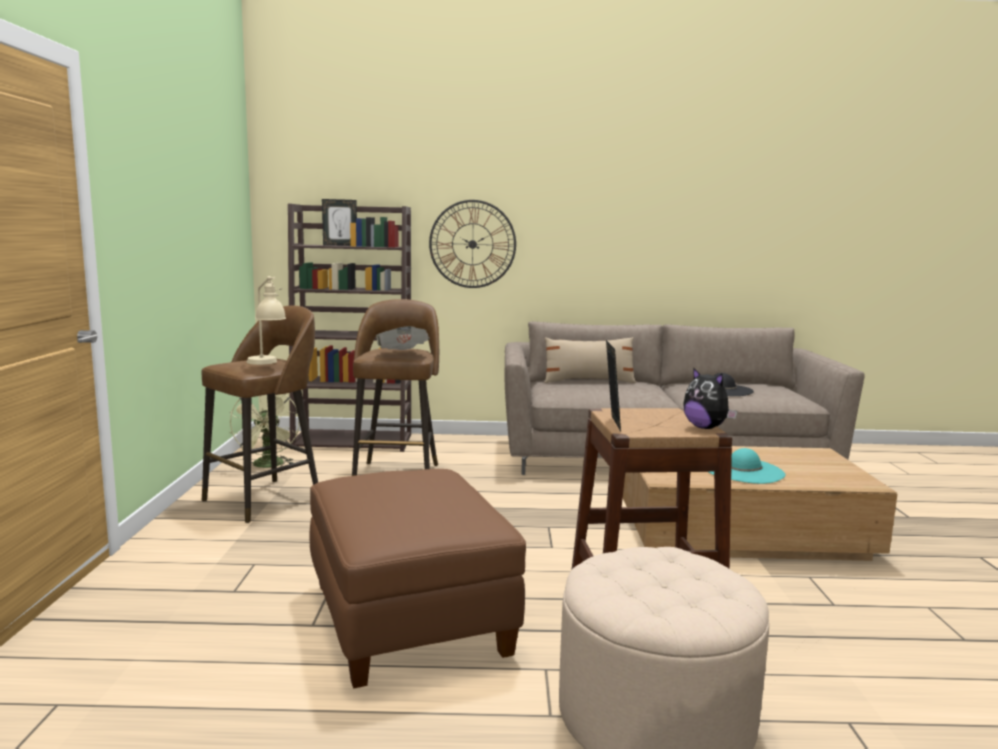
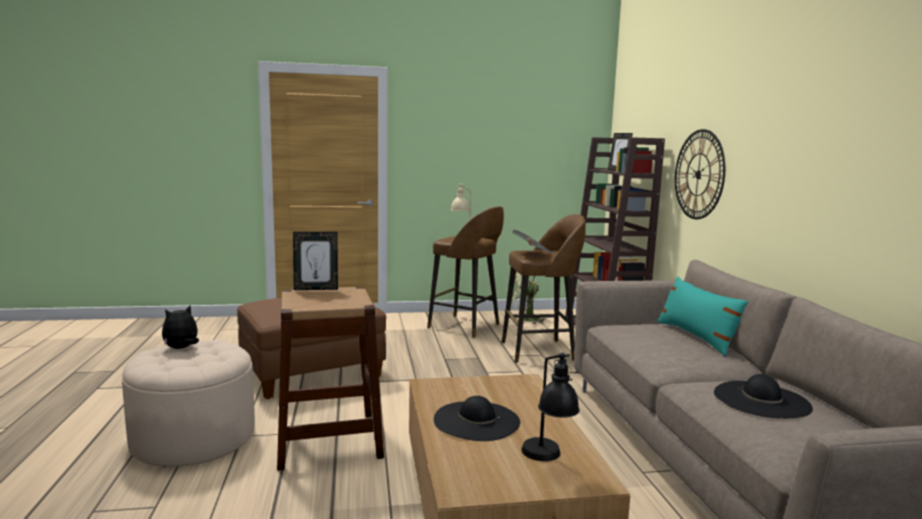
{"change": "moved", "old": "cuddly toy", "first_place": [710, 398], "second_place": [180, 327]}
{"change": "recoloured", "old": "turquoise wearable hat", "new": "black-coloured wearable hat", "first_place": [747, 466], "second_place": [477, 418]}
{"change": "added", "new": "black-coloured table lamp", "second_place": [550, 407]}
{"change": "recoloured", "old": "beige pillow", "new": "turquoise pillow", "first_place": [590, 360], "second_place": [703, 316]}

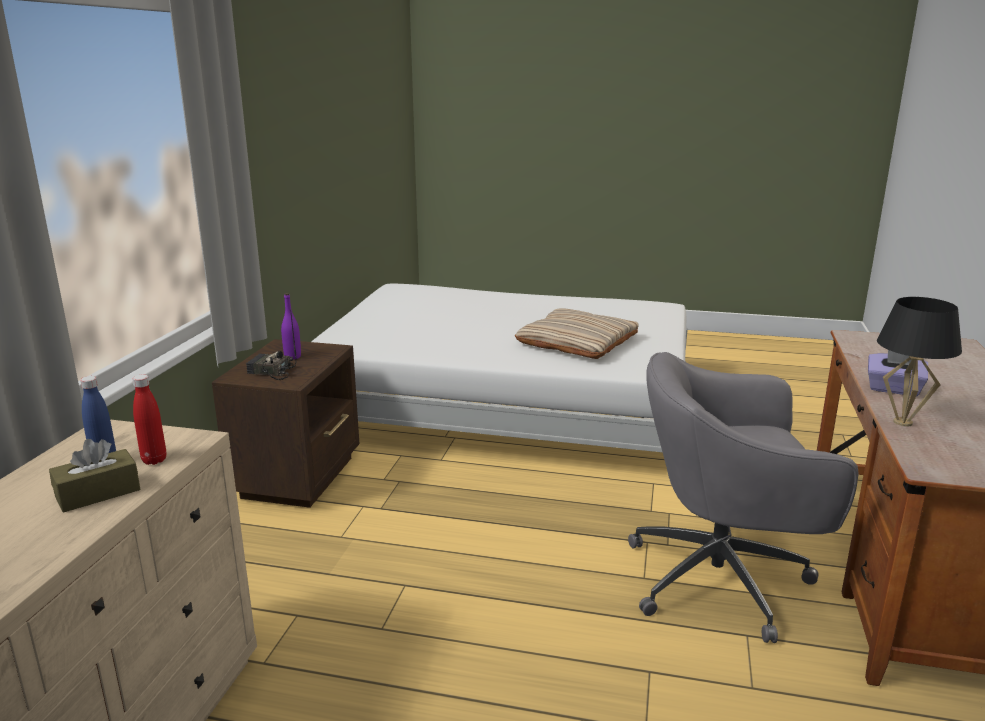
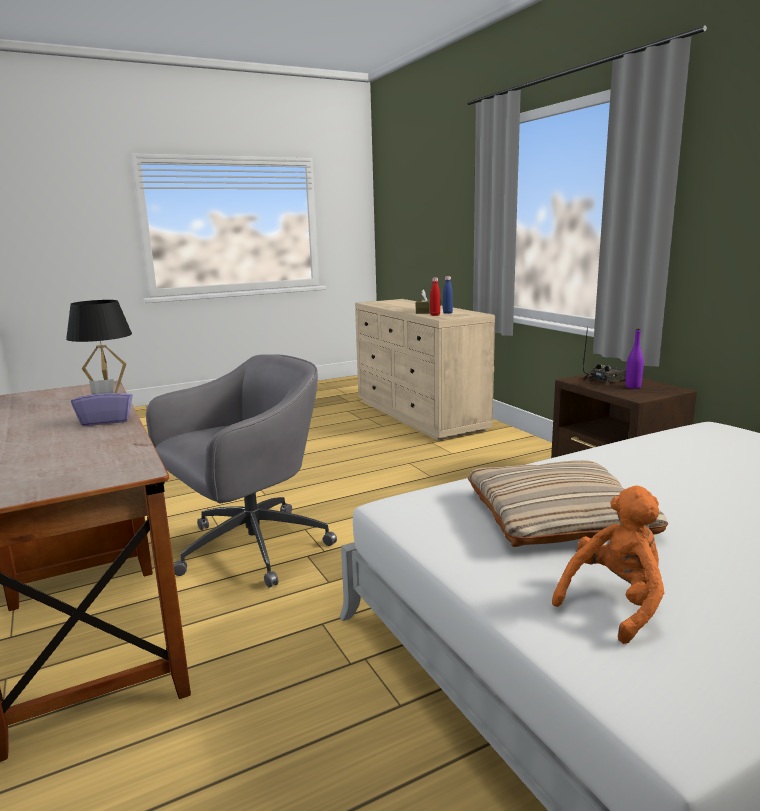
{"change": "added", "new": "orangey cuddly toy", "second_place": [608, 565]}

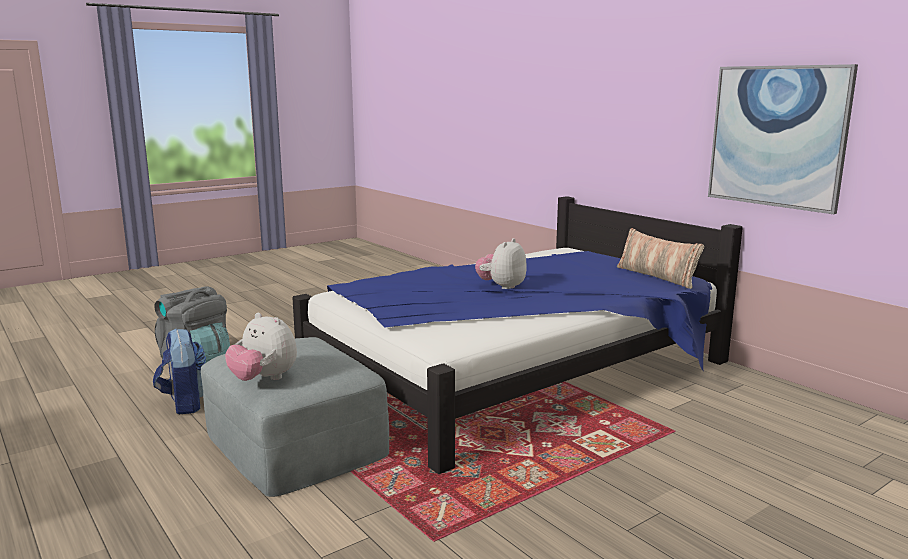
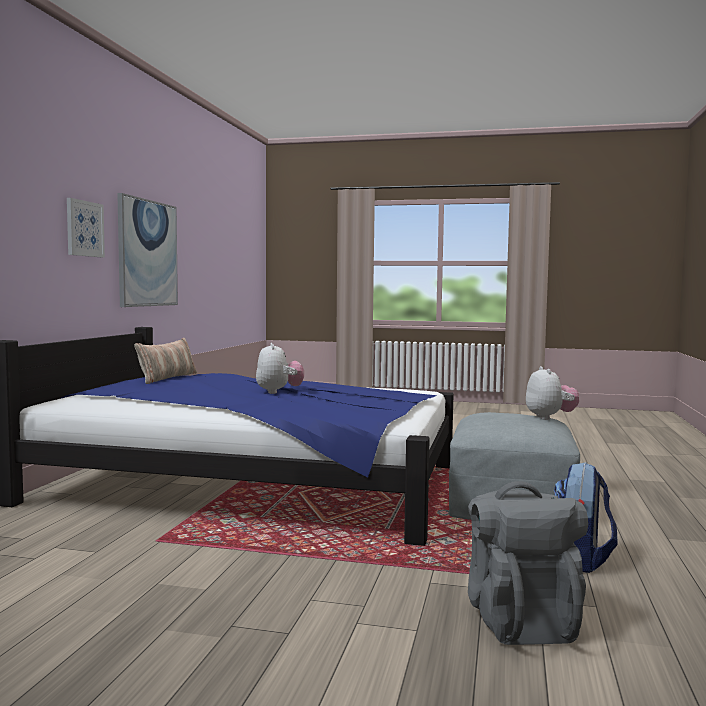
{"change": "added", "new": "wall art", "second_place": [86, 227]}
{"change": "turned", "old": "cuddly toy", "first_place": [501, 263], "second_place": [280, 368], "degrees": -90}

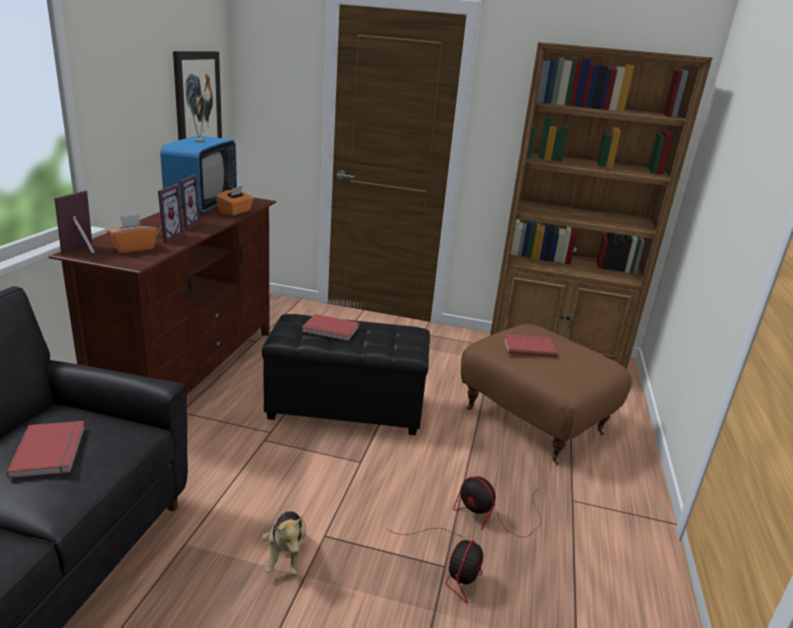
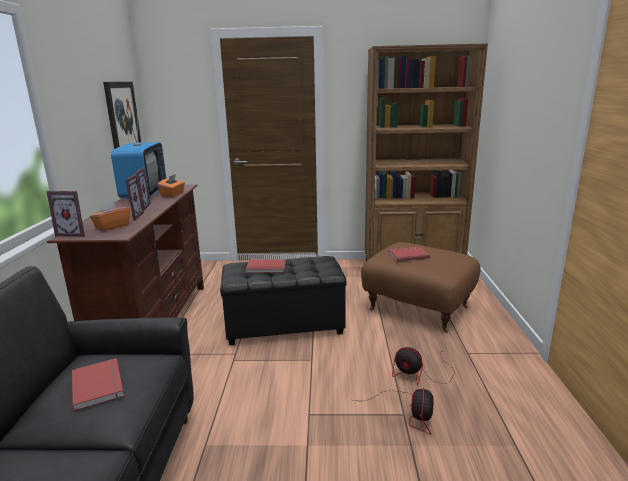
{"change": "turned", "old": "standing frame", "first_place": [74, 223], "second_place": [65, 214], "degrees": -90}
{"change": "removed", "old": "cuddly toy", "first_place": [284, 543]}

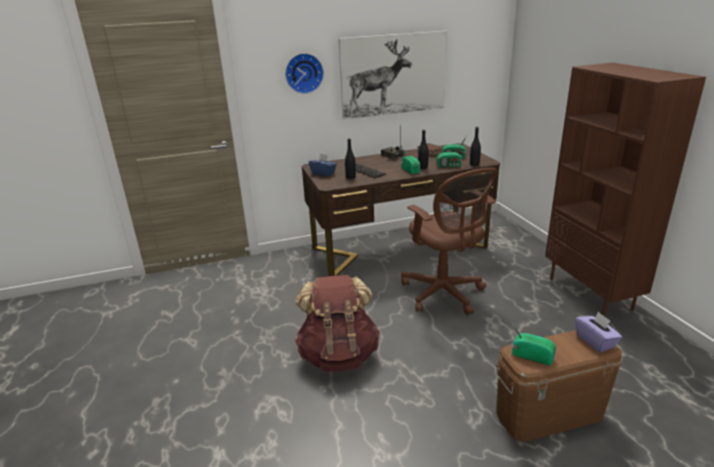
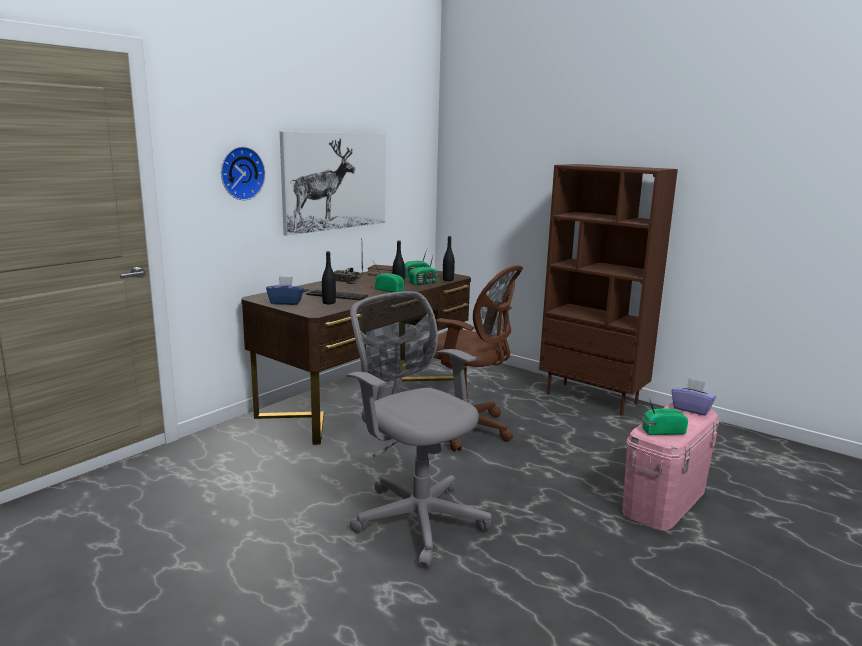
{"change": "replaced", "old": "brown-coloured knapsack", "new": "grey office chair", "first_place": [337, 323], "second_place": [419, 429]}
{"change": "recoloured", "old": "brown-coloured storage bin", "new": "pink storage bin", "first_place": [559, 386], "second_place": [670, 466]}

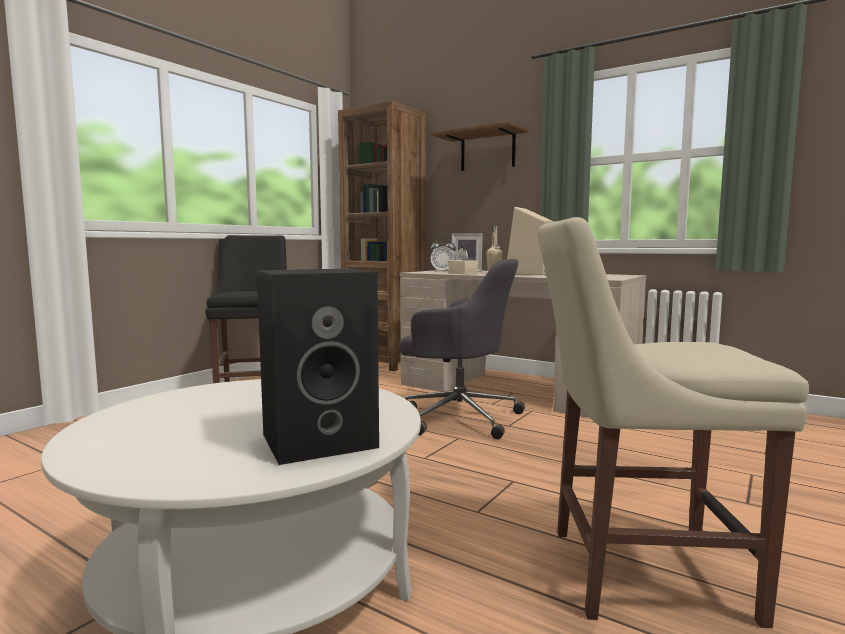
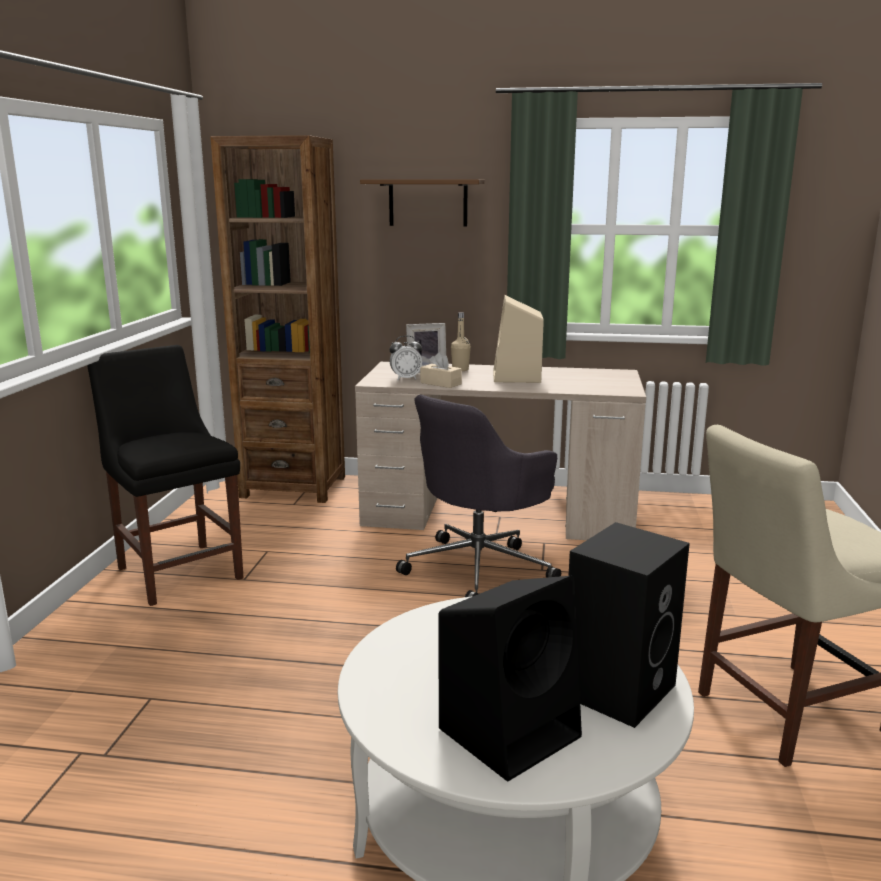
{"change": "turned", "old": "grey office chair", "first_place": [462, 349], "second_place": [478, 496], "degrees": 135}
{"change": "added", "new": "black-coloured loudspeaker", "second_place": [510, 678]}

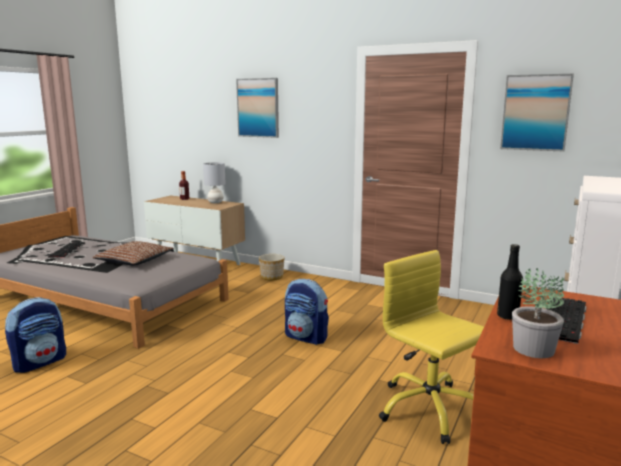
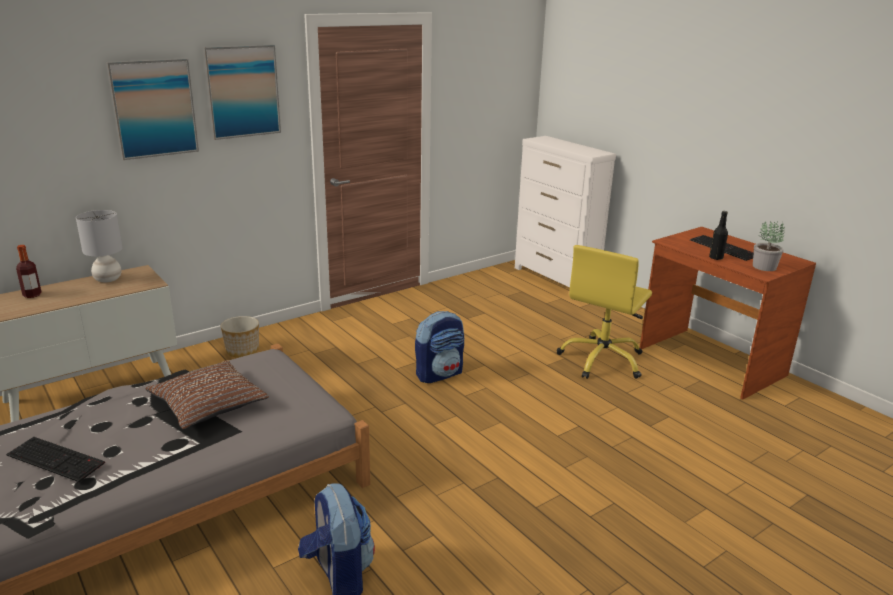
{"change": "moved", "old": "wall art", "first_place": [537, 113], "second_place": [242, 92]}
{"change": "turned", "old": "yellowish office chair", "first_place": [431, 347], "second_place": [604, 312], "degrees": -45}

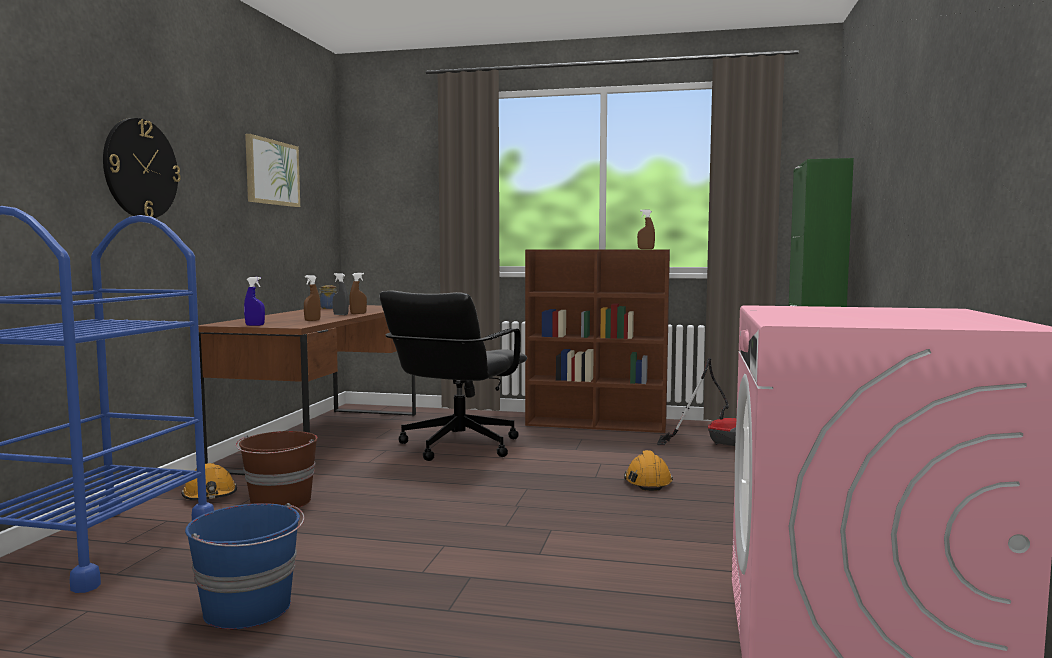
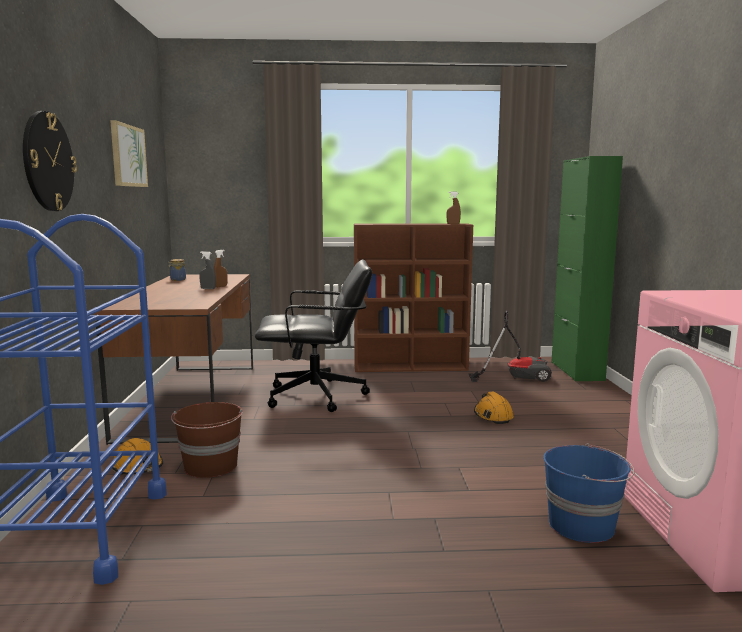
{"change": "turned", "old": "black-coloured office chair", "first_place": [453, 376], "second_place": [313, 336], "degrees": -105}
{"change": "moved", "old": "bluish water bucket", "first_place": [244, 566], "second_place": [588, 493]}
{"change": "removed", "old": "bluish sprayer", "first_place": [254, 301]}
{"change": "removed", "old": "brown-coloured sprayer", "first_place": [312, 298]}

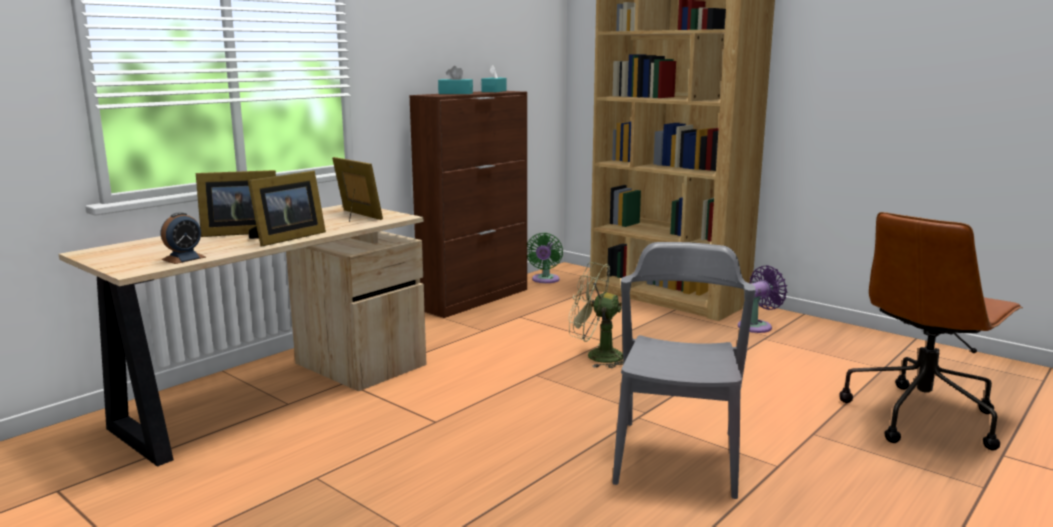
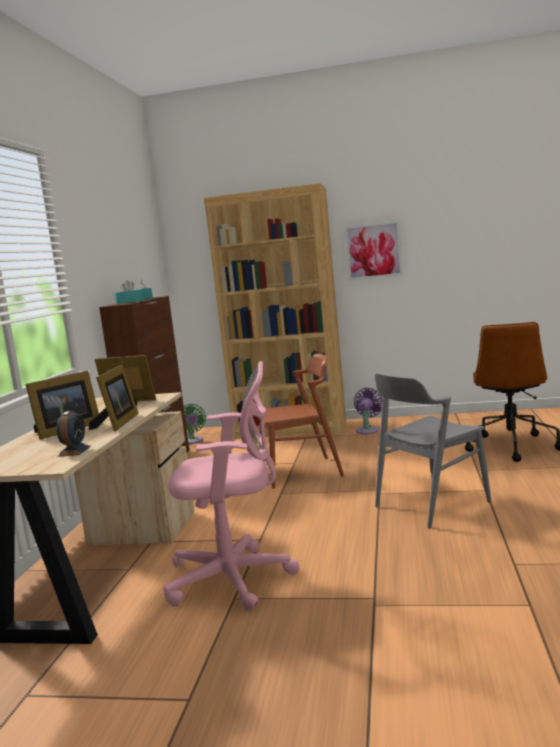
{"change": "added", "new": "pink office chair", "second_place": [231, 485]}
{"change": "replaced", "old": "green-coloured cooling fan", "new": "brown-coloured upright chair", "first_place": [596, 315], "second_place": [301, 420]}
{"change": "added", "new": "wall art", "second_place": [374, 251]}
{"change": "turned", "old": "grey upright chair", "first_place": [684, 370], "second_place": [433, 451], "degrees": -105}

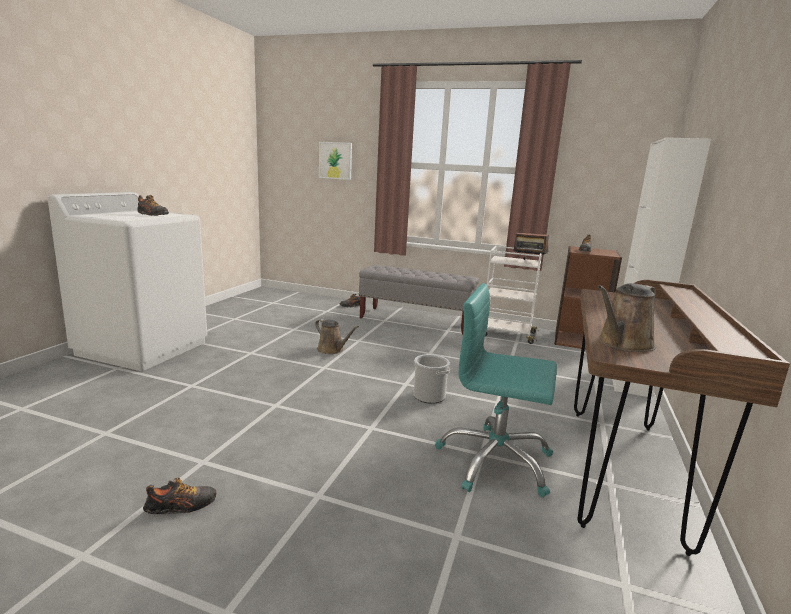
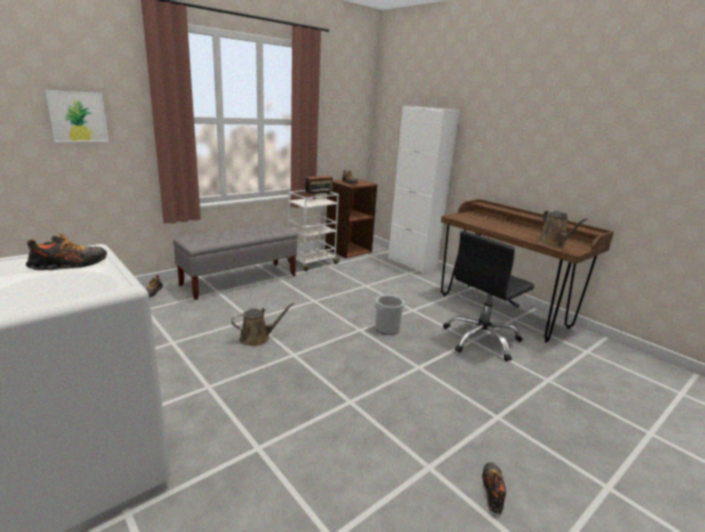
{"change": "recoloured", "old": "turquoise office chair", "new": "black-coloured office chair", "first_place": [496, 390], "second_place": [488, 296]}

